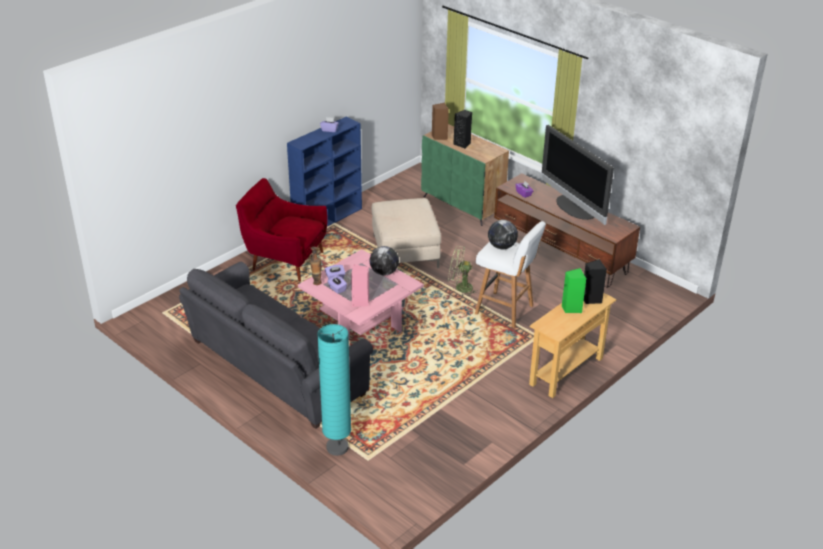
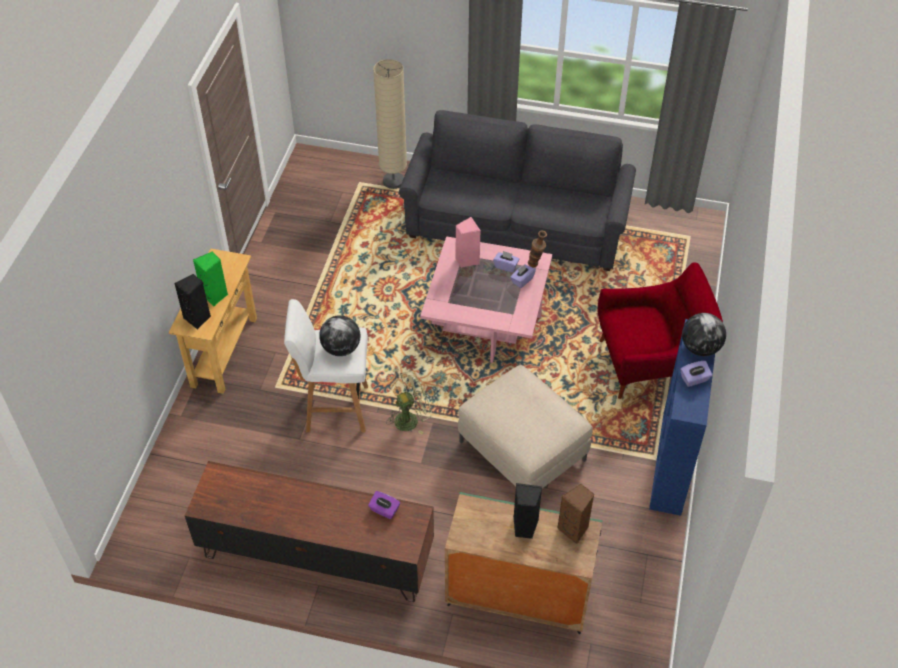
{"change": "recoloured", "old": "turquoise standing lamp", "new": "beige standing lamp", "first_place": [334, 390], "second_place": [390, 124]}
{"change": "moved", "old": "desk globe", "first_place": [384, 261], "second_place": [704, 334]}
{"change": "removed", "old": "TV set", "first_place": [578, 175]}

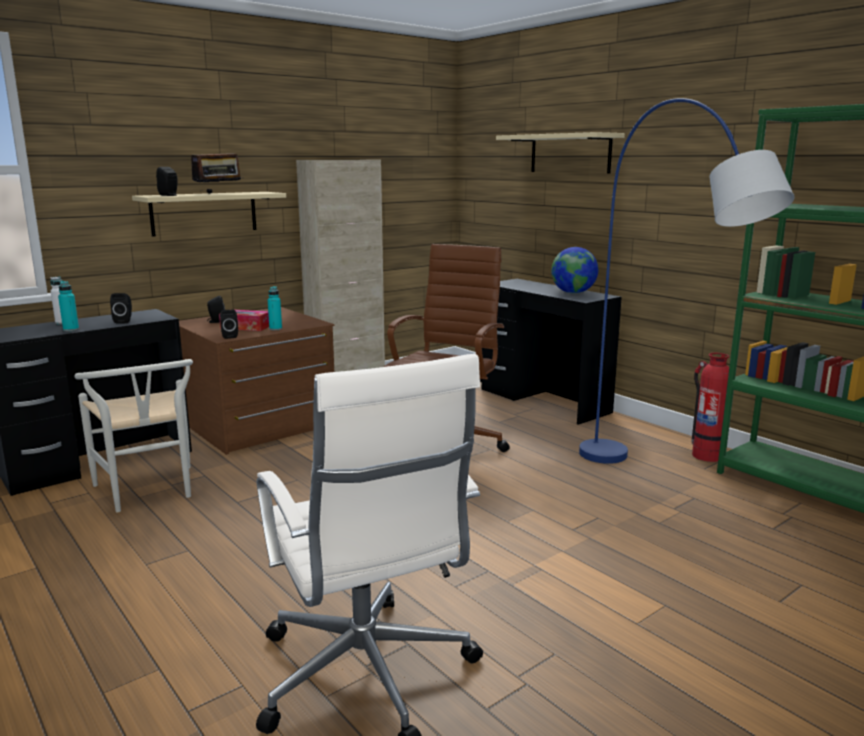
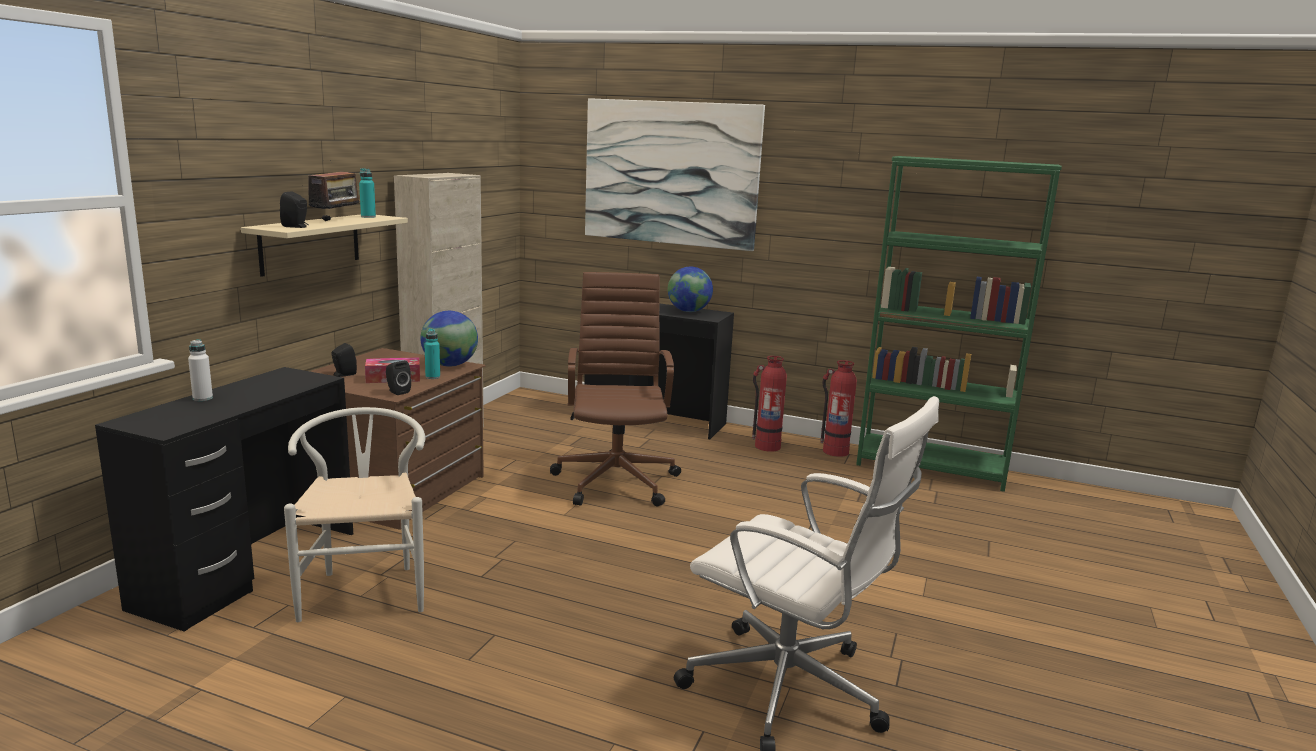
{"change": "turned", "old": "white upright chair", "first_place": [133, 435], "second_place": [354, 514], "degrees": -135}
{"change": "moved", "old": "turquoise beverage bottle", "first_place": [68, 306], "second_place": [367, 193]}
{"change": "added", "new": "desk globe", "second_place": [449, 339]}
{"change": "replaced", "old": "beige shelf", "new": "wall art", "first_place": [560, 152], "second_place": [675, 174]}
{"change": "added", "new": "fire extinguisher", "second_place": [769, 404]}
{"change": "removed", "old": "black-coloured loudspeaker", "first_place": [121, 308]}
{"change": "removed", "old": "bluish standing lamp", "first_place": [687, 281]}

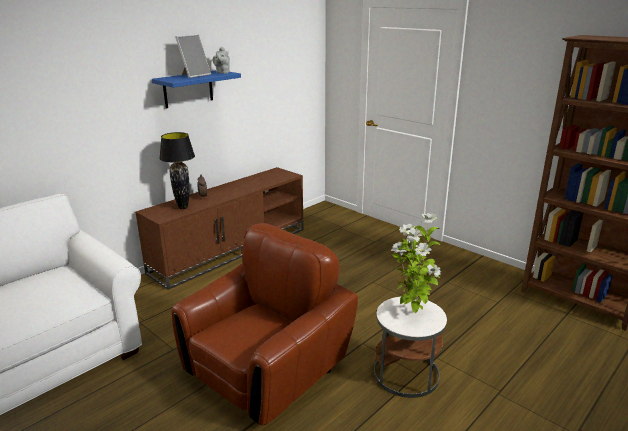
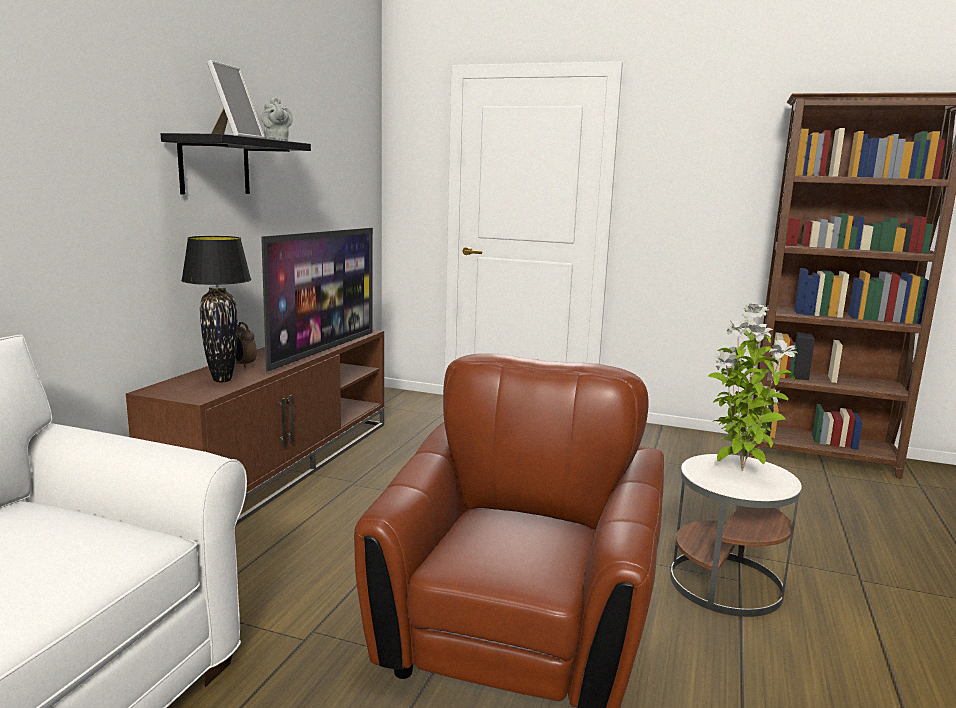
{"change": "recoloured", "old": "bluish shelf", "new": "black-coloured shelf", "first_place": [196, 89], "second_place": [236, 163]}
{"change": "added", "new": "TV set", "second_place": [317, 300]}

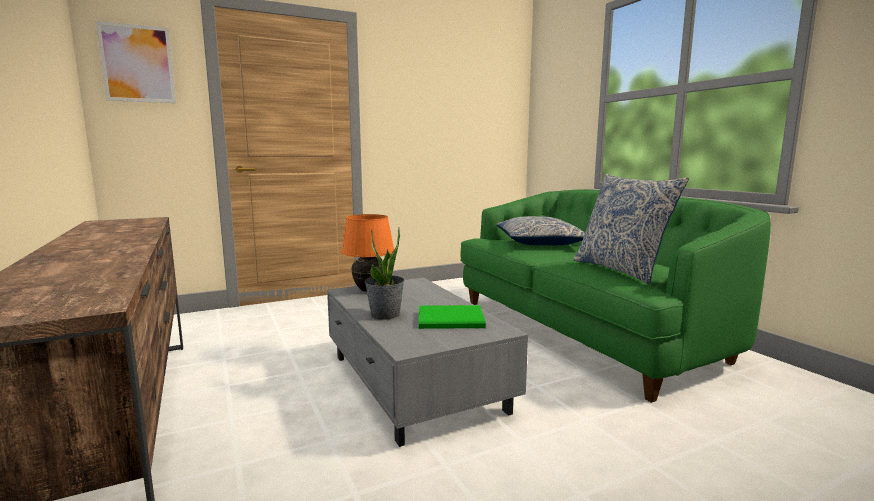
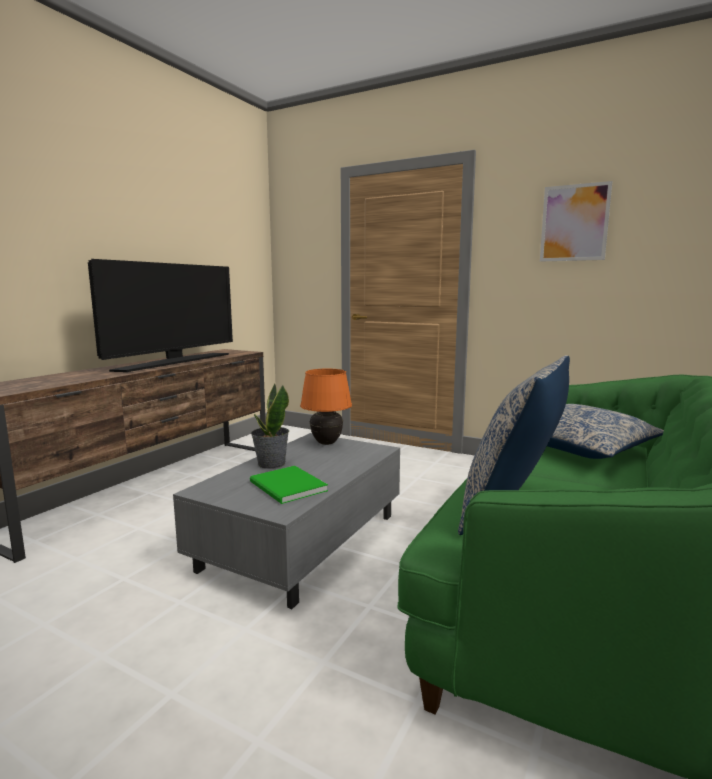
{"change": "added", "new": "TV set", "second_place": [160, 315]}
{"change": "moved", "old": "wall art", "first_place": [136, 62], "second_place": [576, 221]}

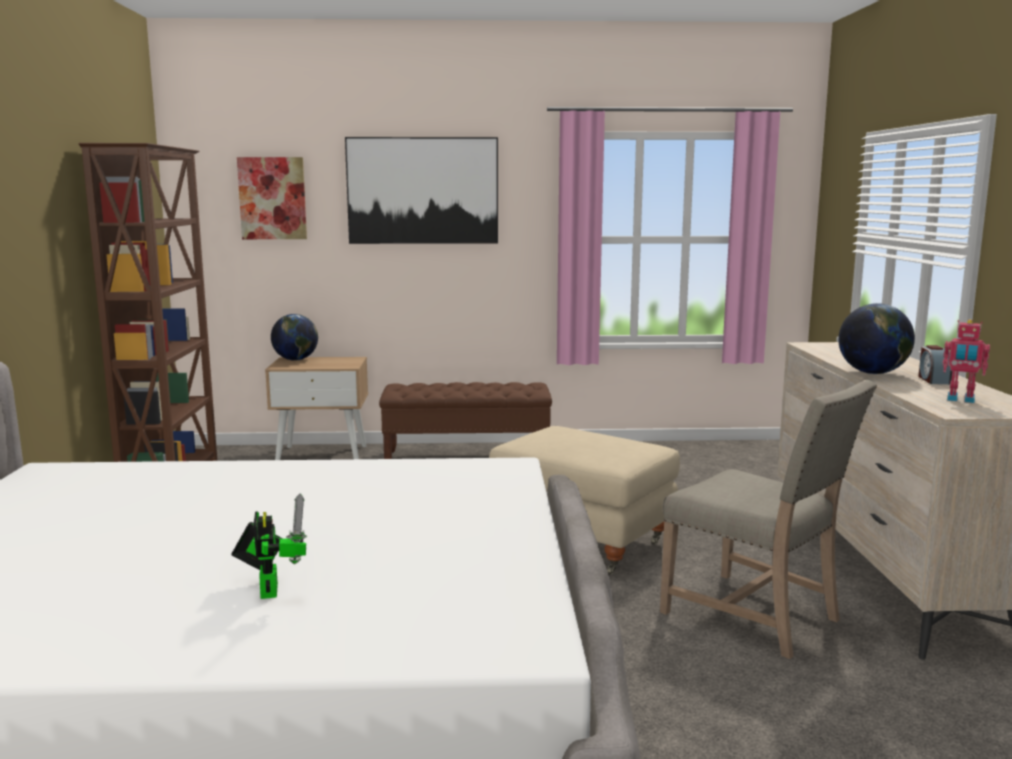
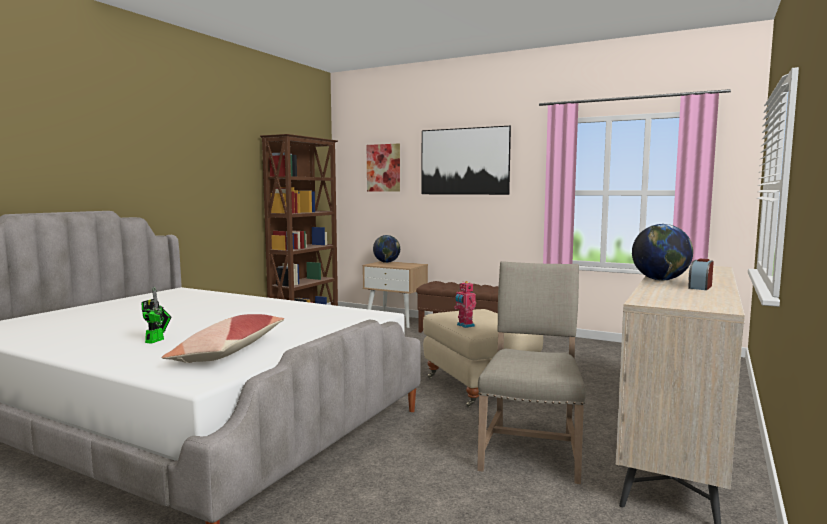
{"change": "added", "new": "pillow", "second_place": [223, 338]}
{"change": "moved", "old": "toy robot", "first_place": [966, 361], "second_place": [465, 304]}
{"change": "turned", "old": "beige upright chair", "first_place": [768, 519], "second_place": [531, 372], "degrees": -150}

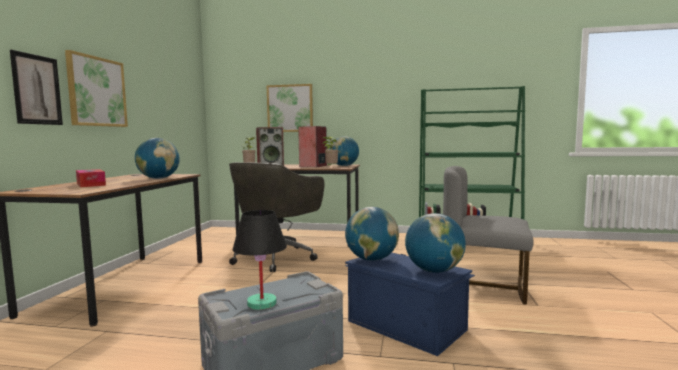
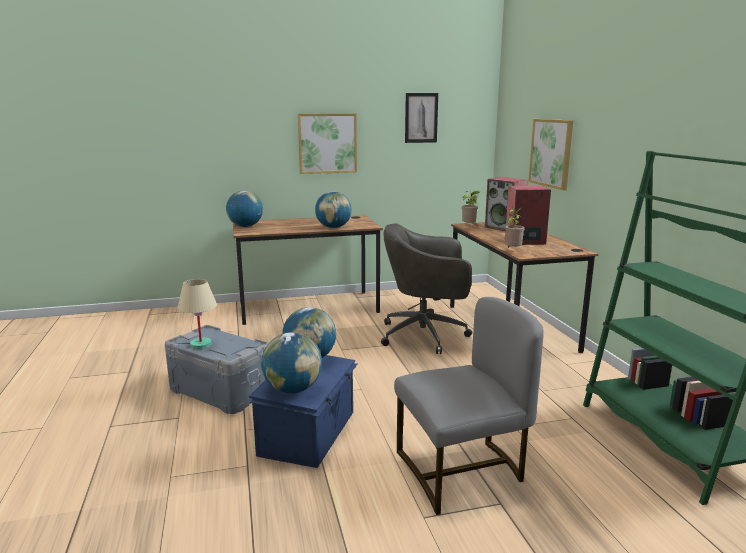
{"change": "recoloured", "old": "black-coloured table lamp", "new": "beige table lamp", "first_place": [260, 260], "second_place": [197, 314]}
{"change": "moved", "old": "desk globe", "first_place": [344, 151], "second_place": [244, 208]}
{"change": "turned", "old": "grey upright chair", "first_place": [488, 235], "second_place": [469, 406], "degrees": 75}
{"change": "moved", "old": "wall art", "first_place": [36, 87], "second_place": [421, 118]}
{"change": "removed", "old": "box of tissues", "first_place": [91, 178]}

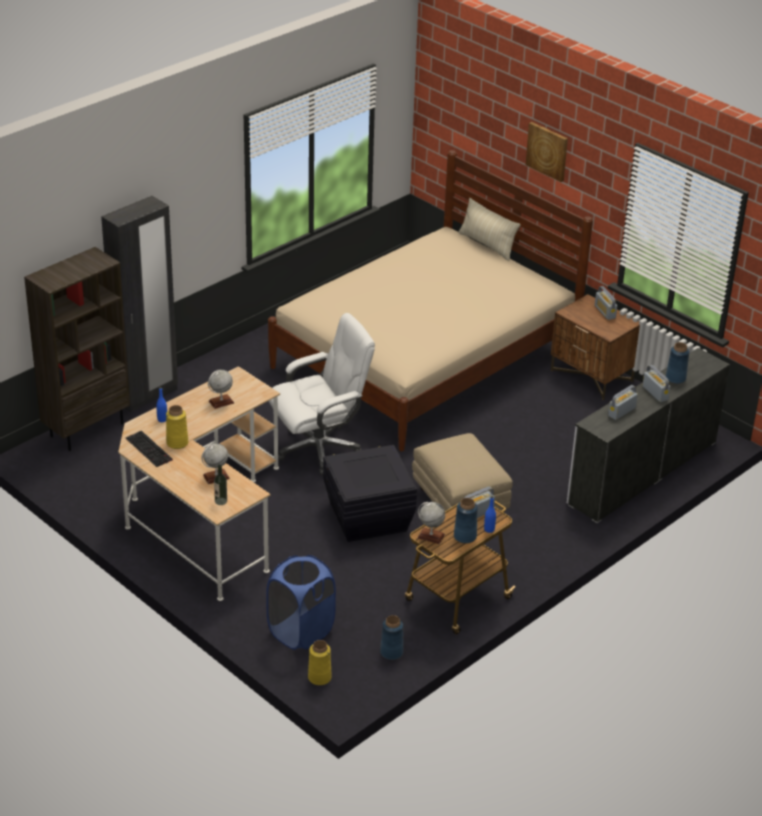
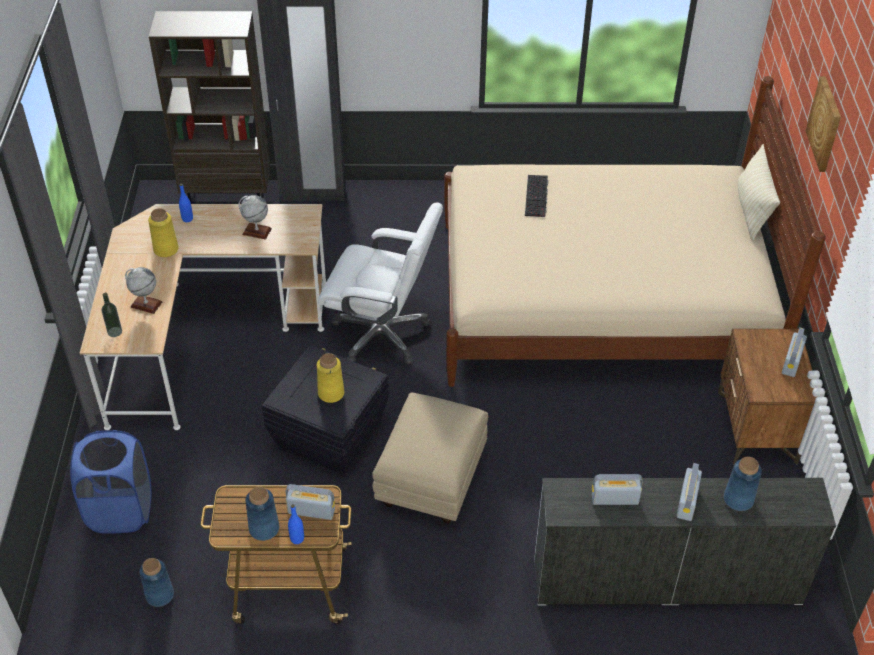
{"change": "moved", "old": "yellowish vase", "first_place": [320, 662], "second_place": [330, 378]}
{"change": "moved", "old": "computer keyboard", "first_place": [149, 449], "second_place": [536, 196]}
{"change": "removed", "old": "desk globe", "first_place": [431, 523]}

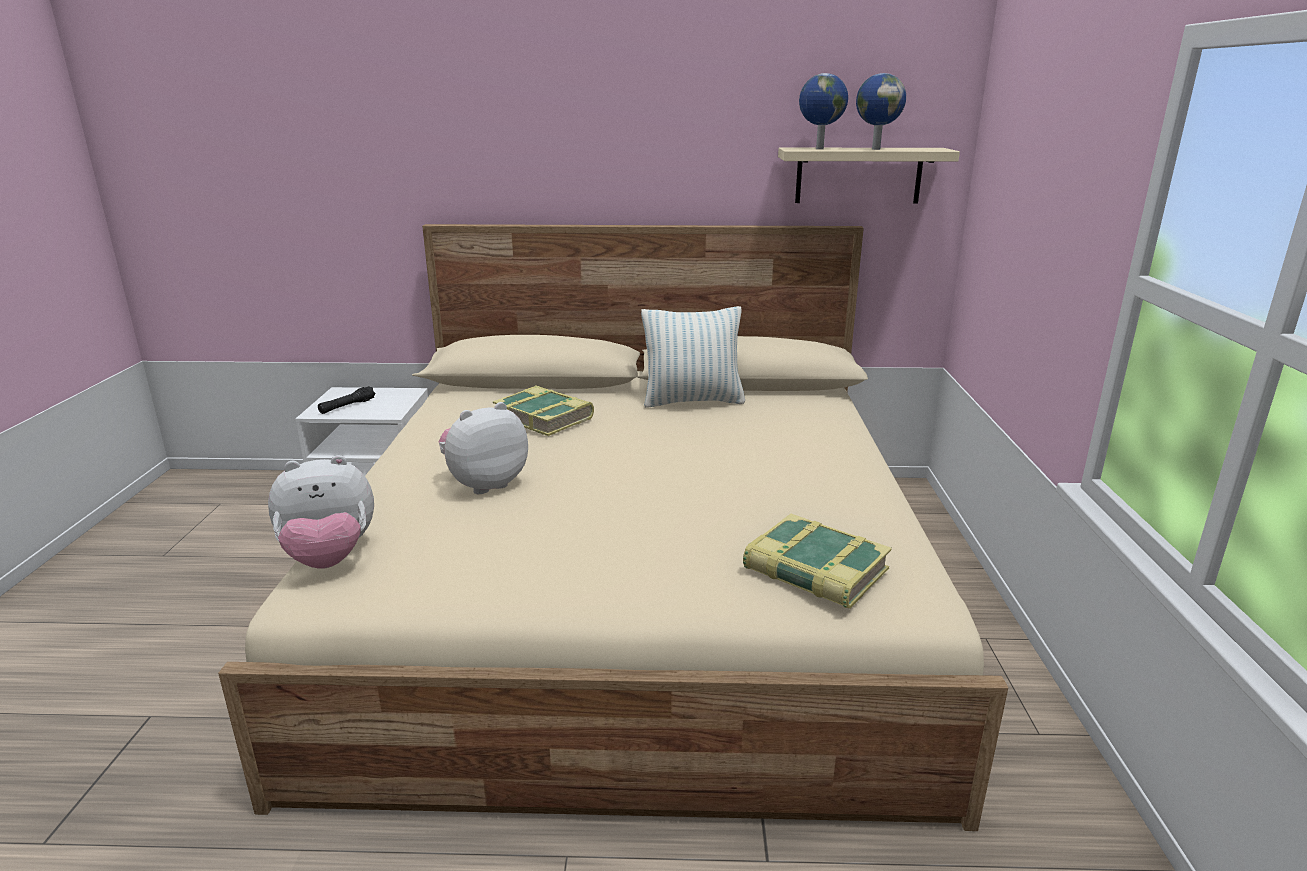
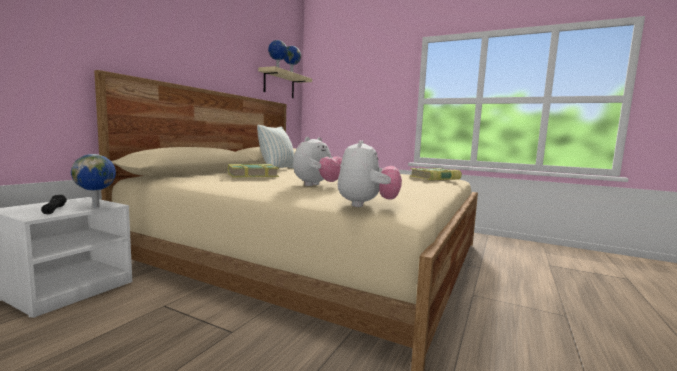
{"change": "added", "new": "desk globe", "second_place": [93, 181]}
{"change": "turned", "old": "cuddly toy", "first_place": [483, 448], "second_place": [317, 161], "degrees": -135}

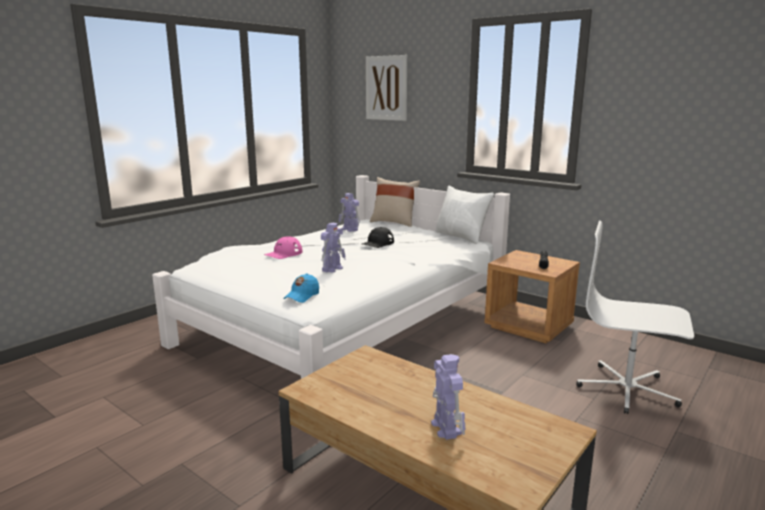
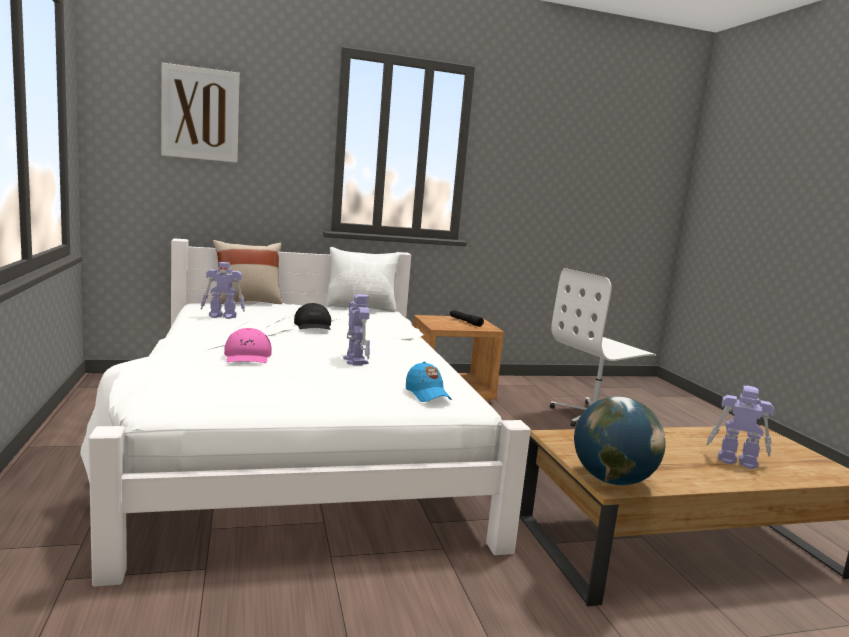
{"change": "added", "new": "desk globe", "second_place": [620, 440]}

